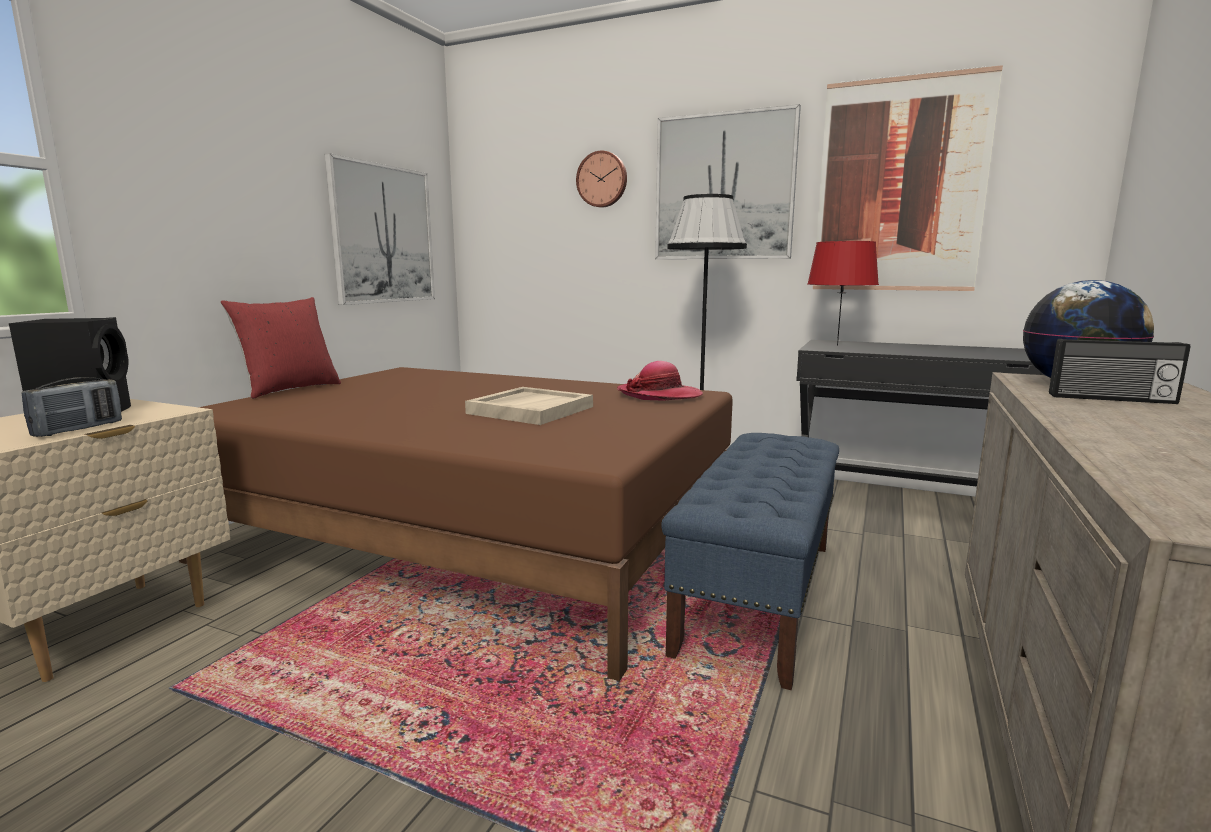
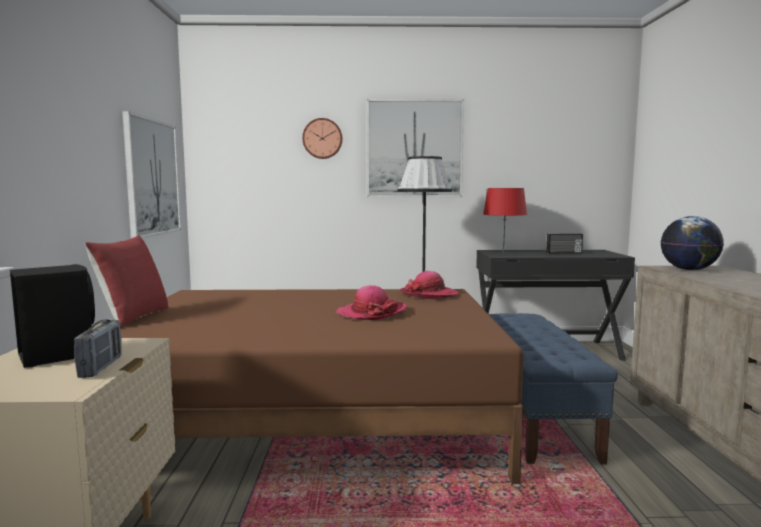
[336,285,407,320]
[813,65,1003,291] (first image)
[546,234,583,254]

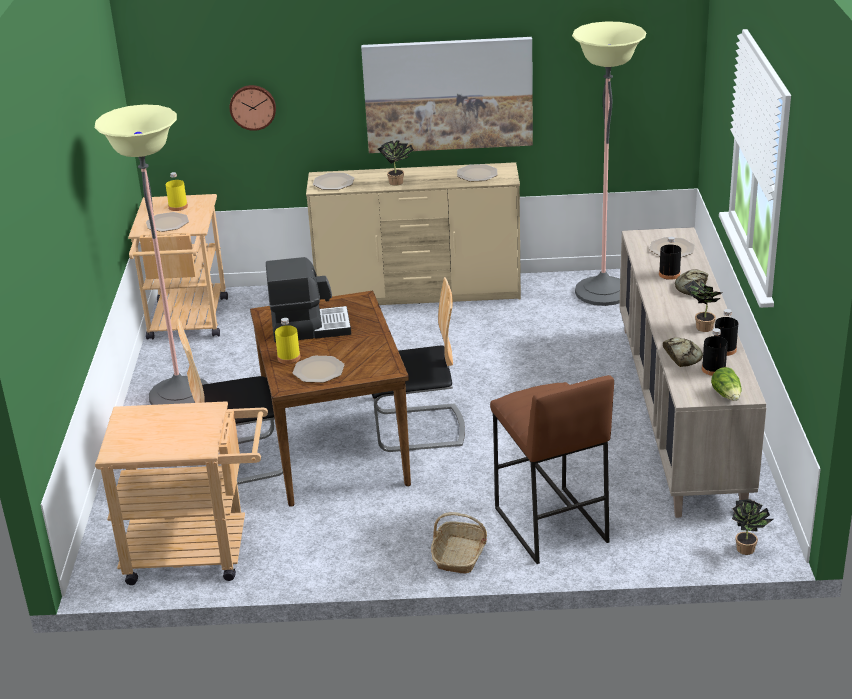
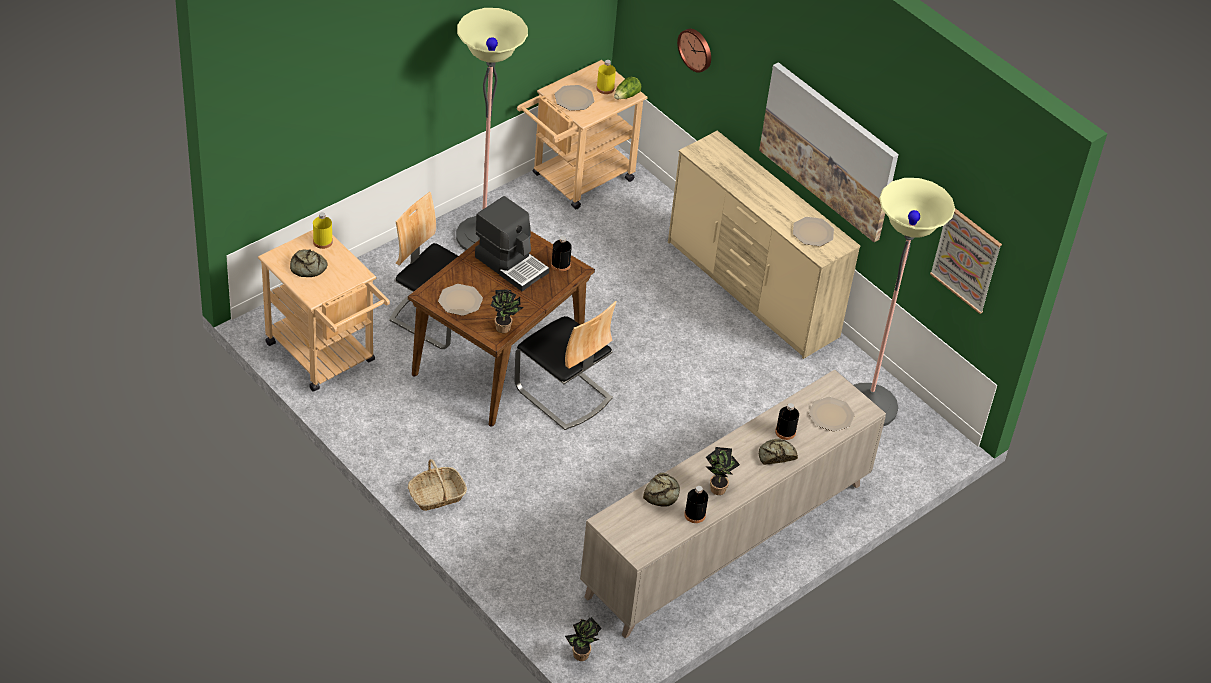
[313,212,333,249]
[313,173,354,190] (first image)
[491,289,524,333]
[490,375,614,564] (first image)
[551,236,572,272]
[614,77,641,99]
[290,249,328,277]
[930,208,1002,314]

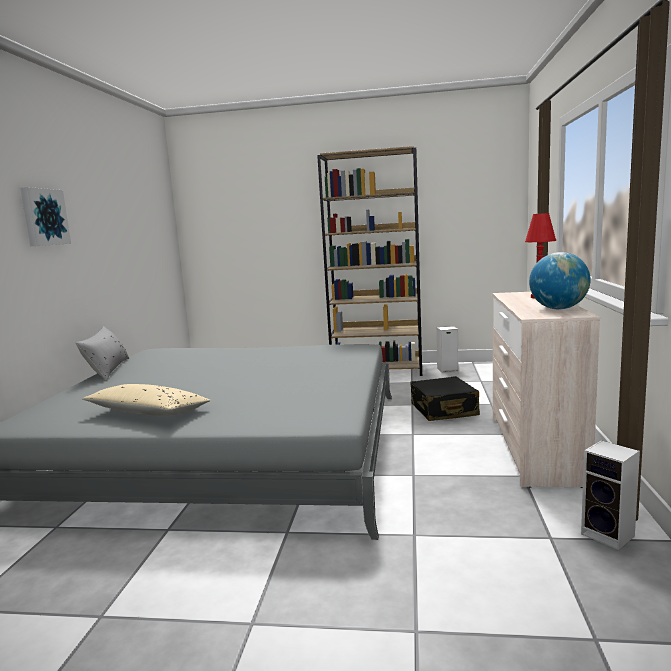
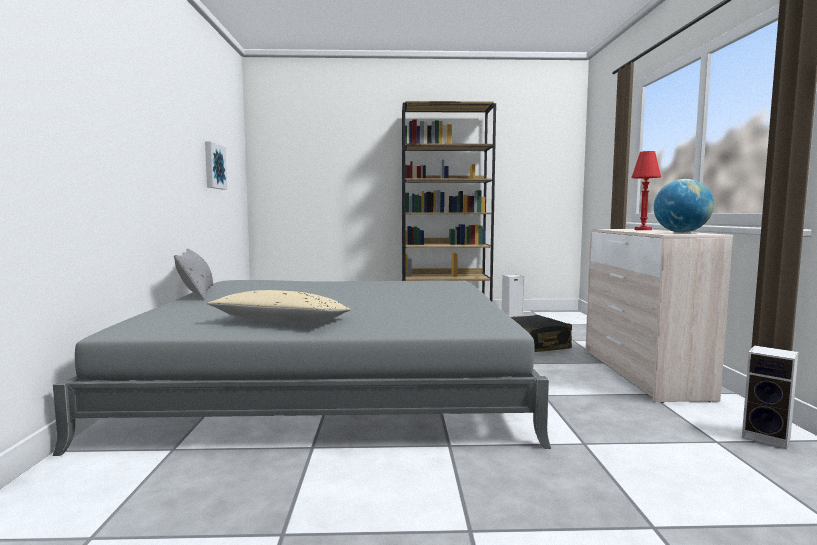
[205,141,227,190]

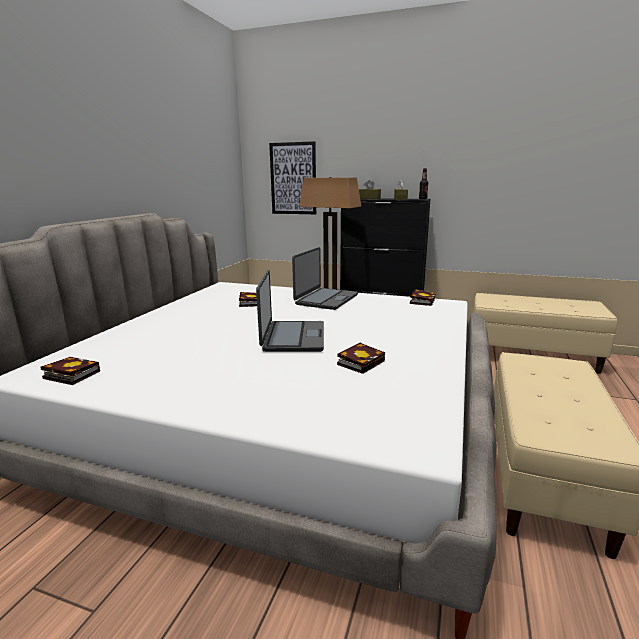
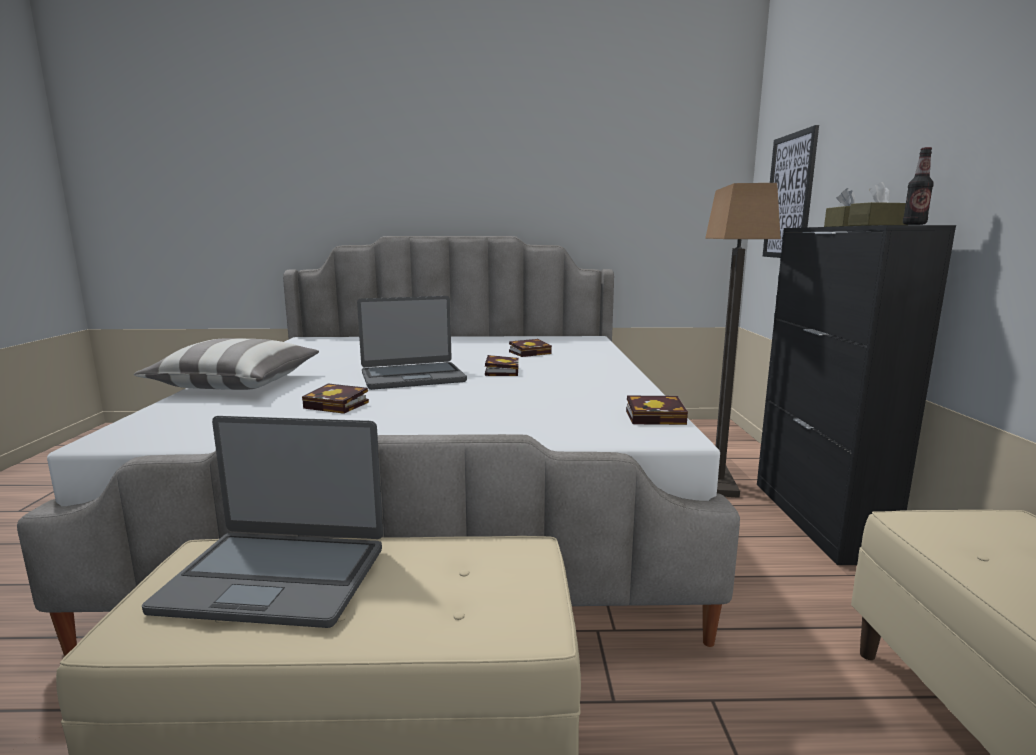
[485,355,519,376]
[142,416,383,628]
[134,338,319,390]

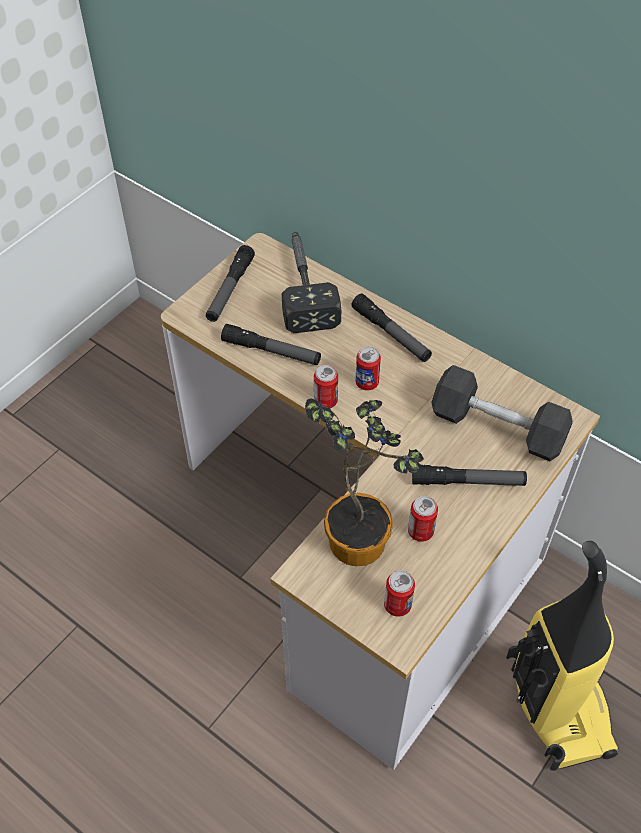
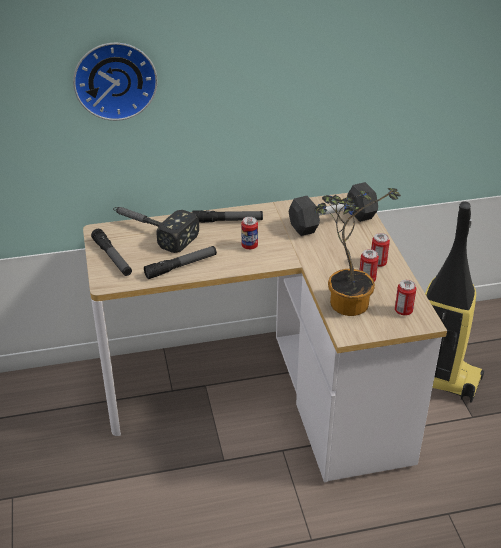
[371,233,390,267]
[412,465,527,486] (first image)
[73,43,158,121]

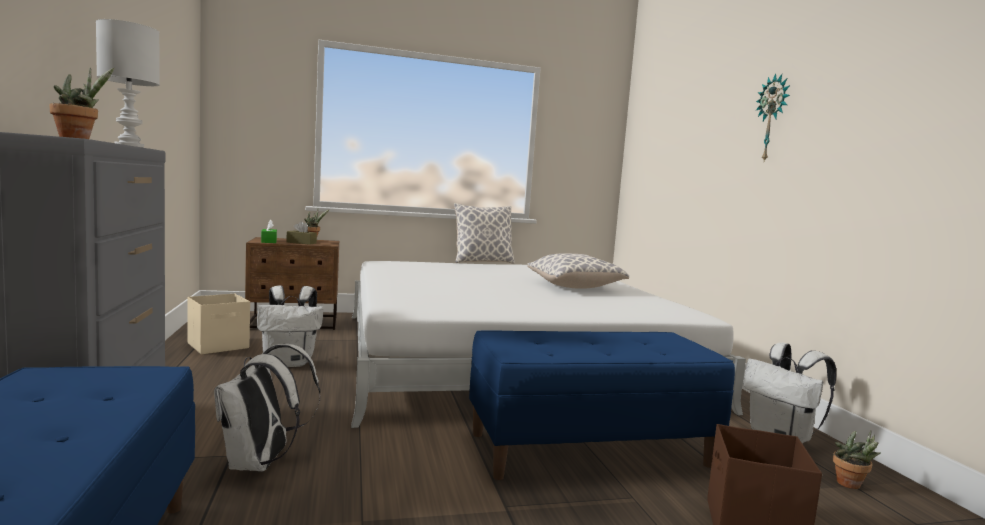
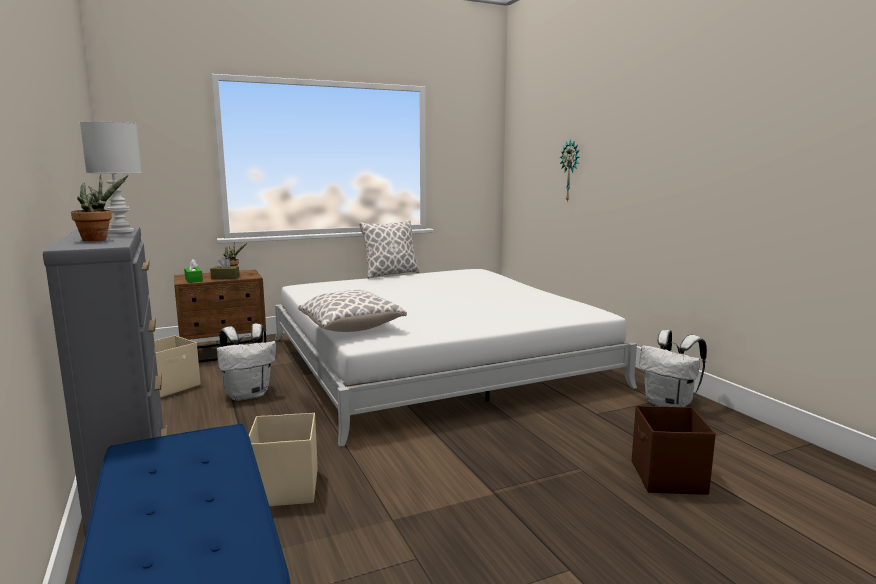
[249,413,318,506]
[469,331,735,480] (first image)
[298,290,407,332]
[559,139,580,202]
[833,430,881,489] (first image)

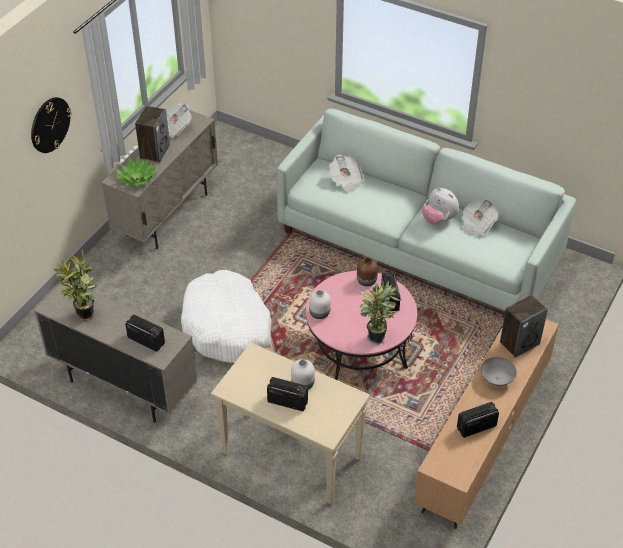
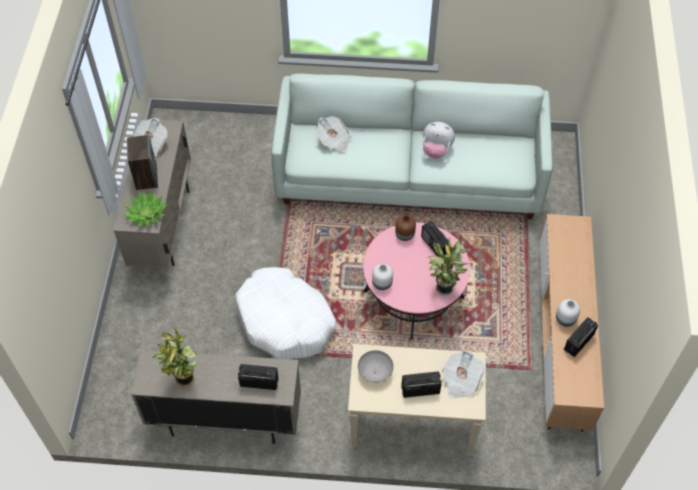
[31,97,72,153] (first image)
[556,299,580,327]
[442,350,485,399]
[358,350,393,383]
[500,295,548,358] (first image)

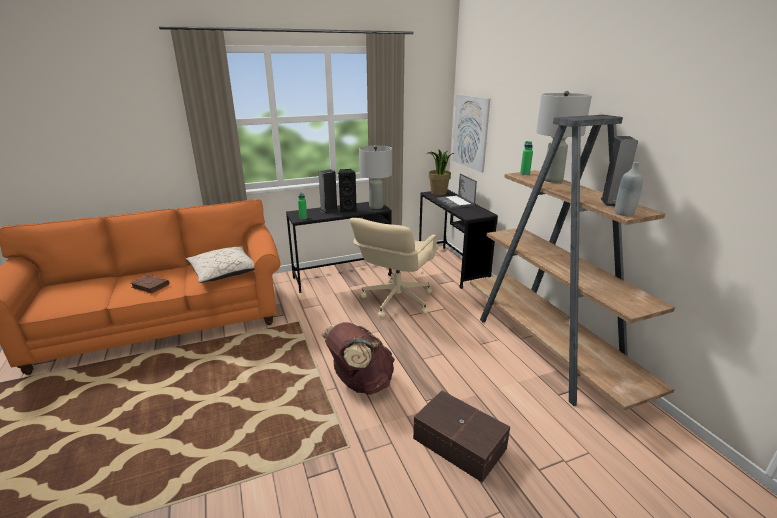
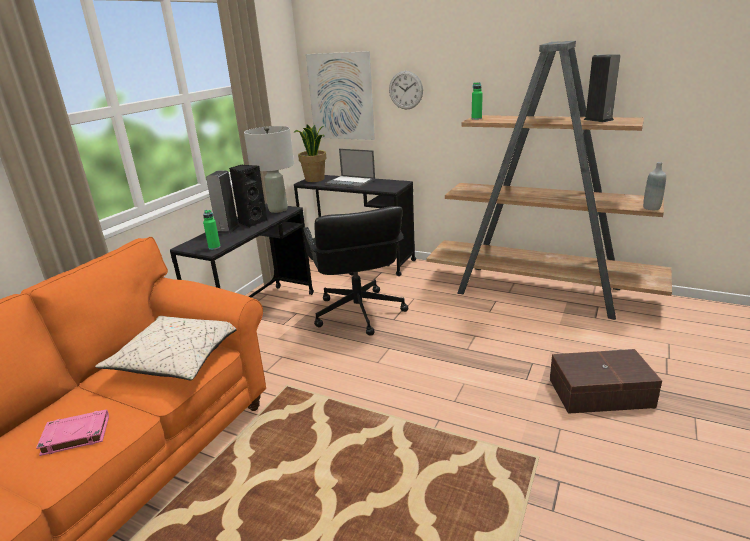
[36,409,109,456]
[322,322,395,395] (first image)
[303,206,408,336]
[536,91,592,183] (first image)
[643,162,666,210]
[389,71,423,110]

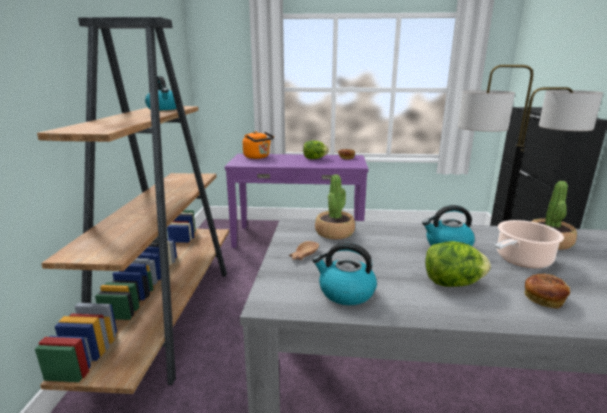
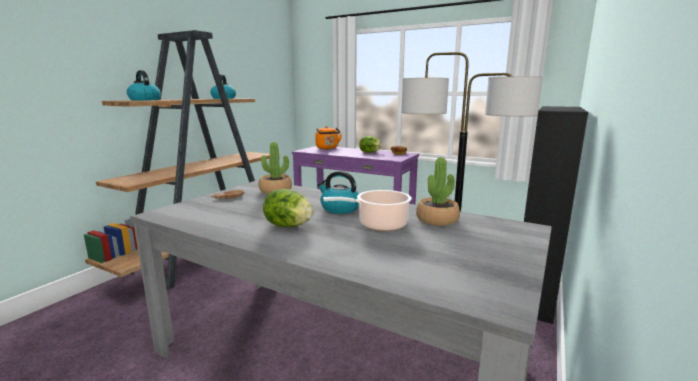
[127,70,161,101]
[524,274,570,309] (first image)

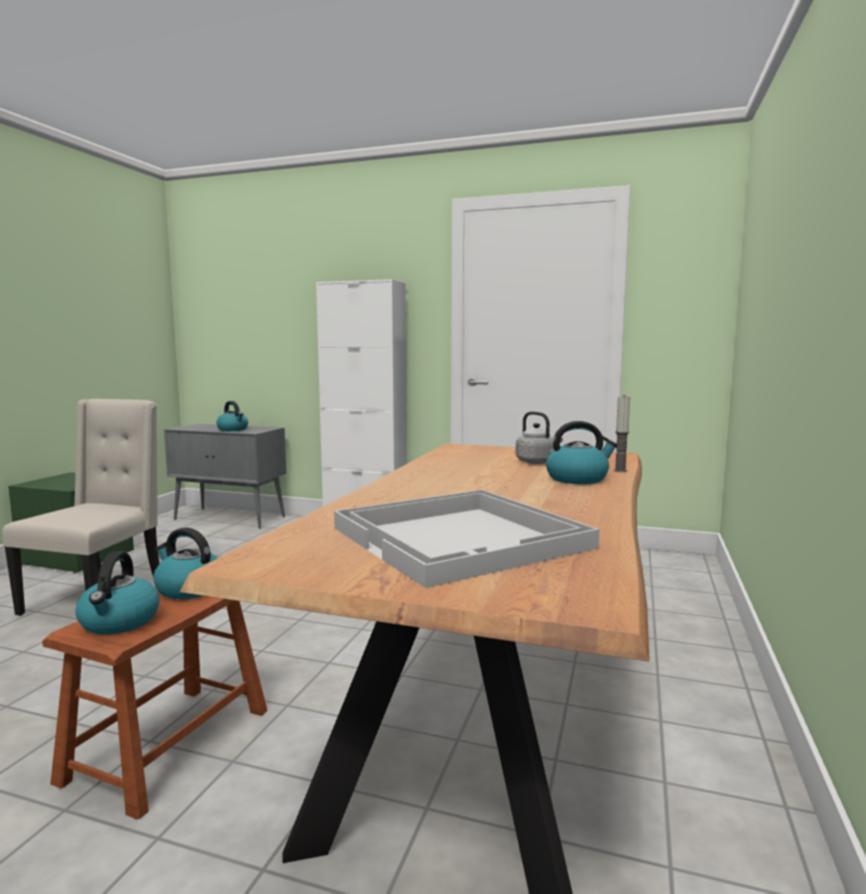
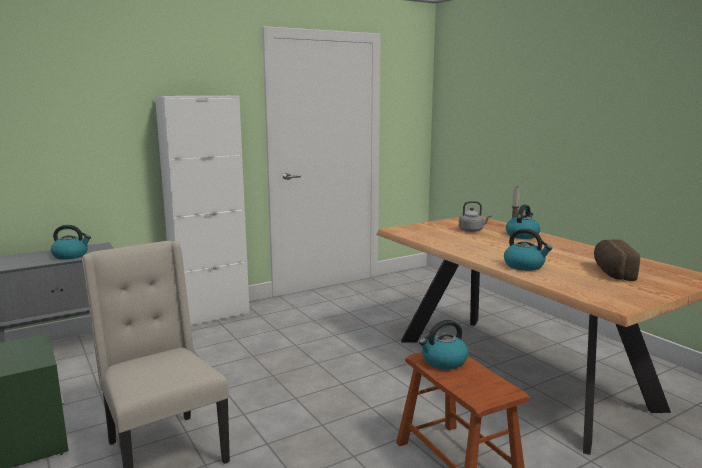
[504,229,552,271]
[594,239,640,281]

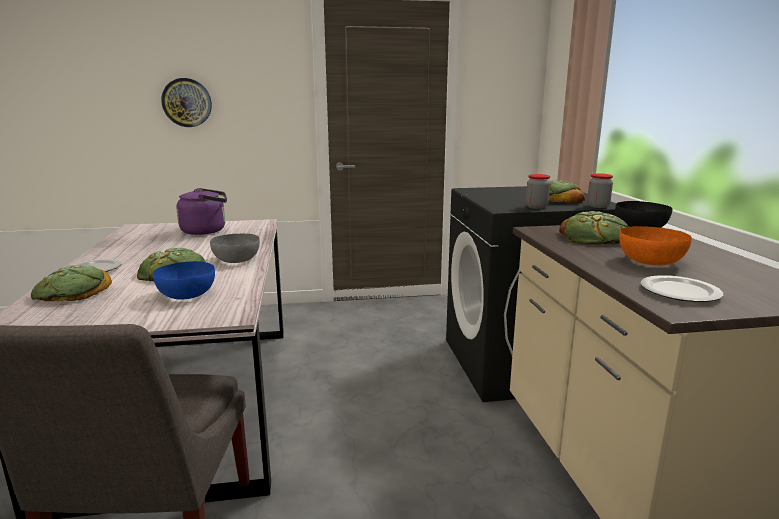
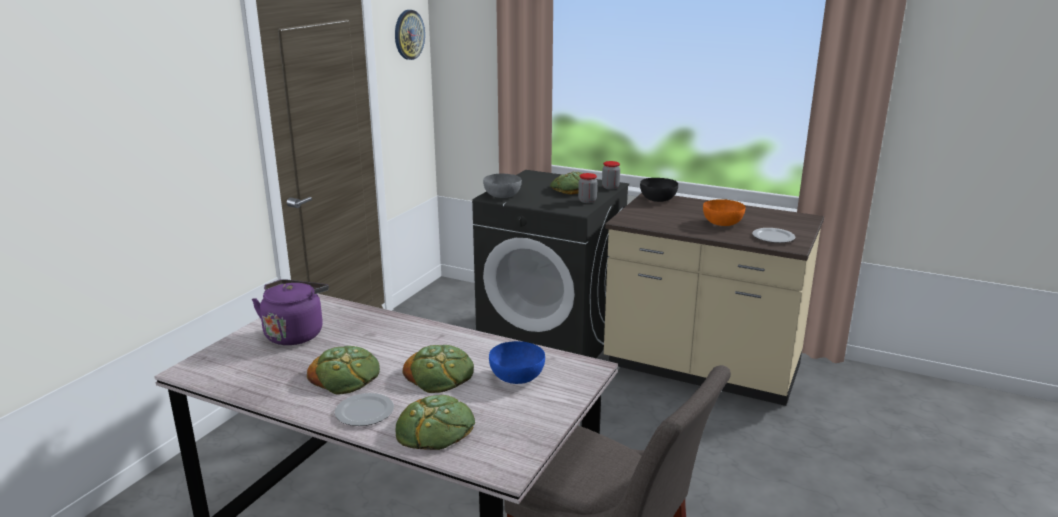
[395,10,425,60]
[483,174,522,198]
[307,346,380,395]

